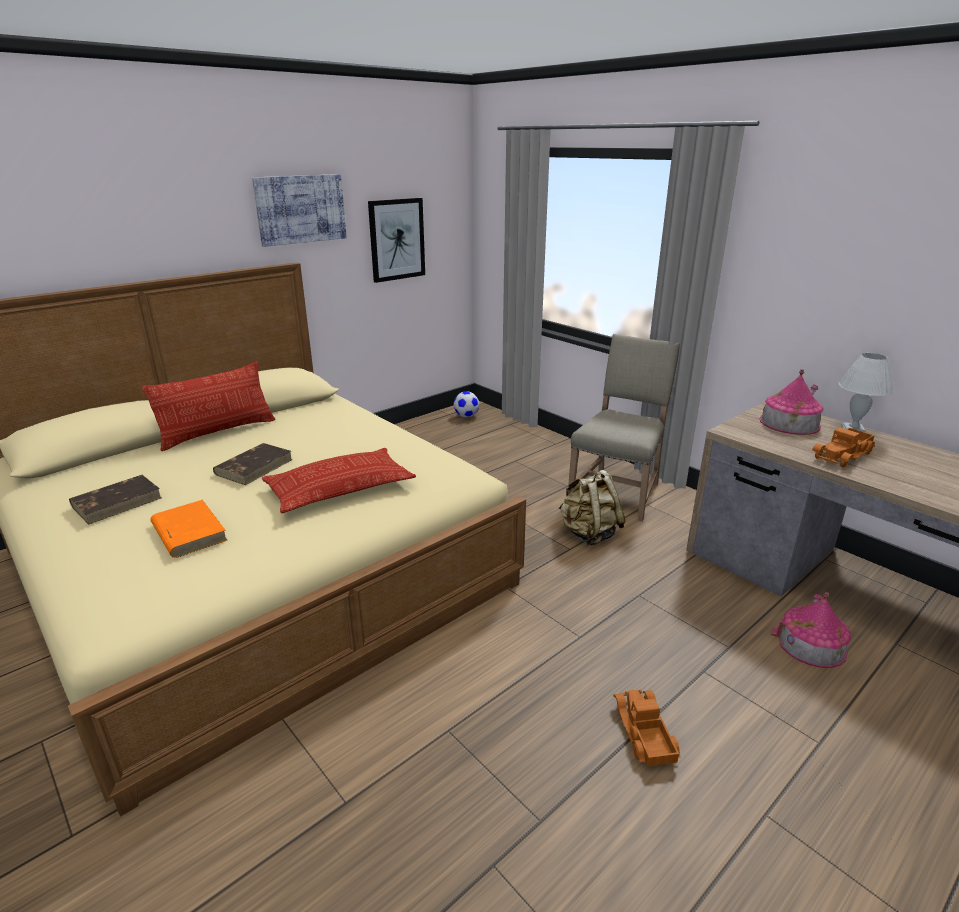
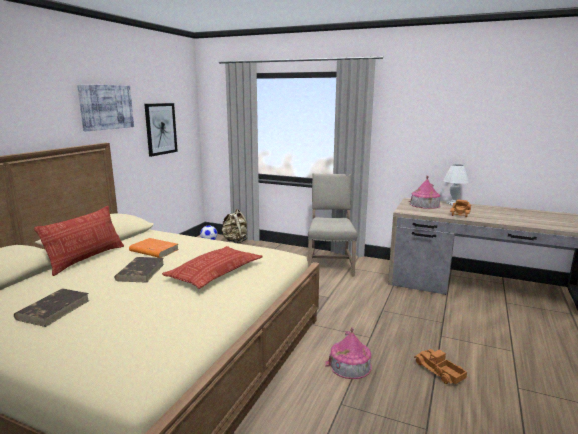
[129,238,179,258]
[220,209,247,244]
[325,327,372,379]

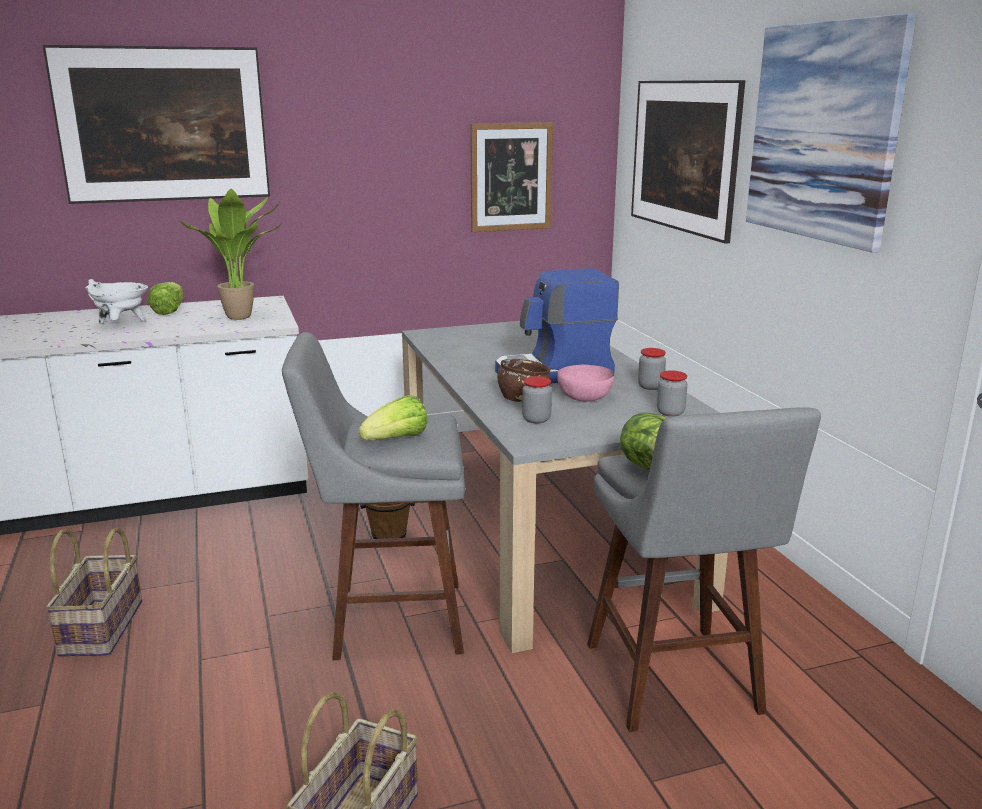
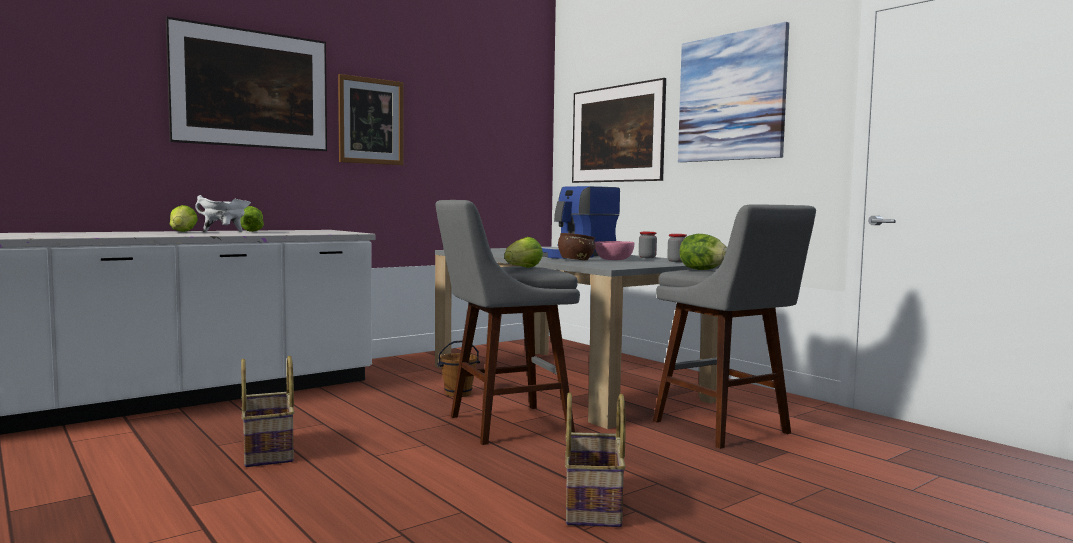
[180,189,282,320] (first image)
[338,74,404,165]
[522,376,552,423] (first image)
[170,205,198,232]

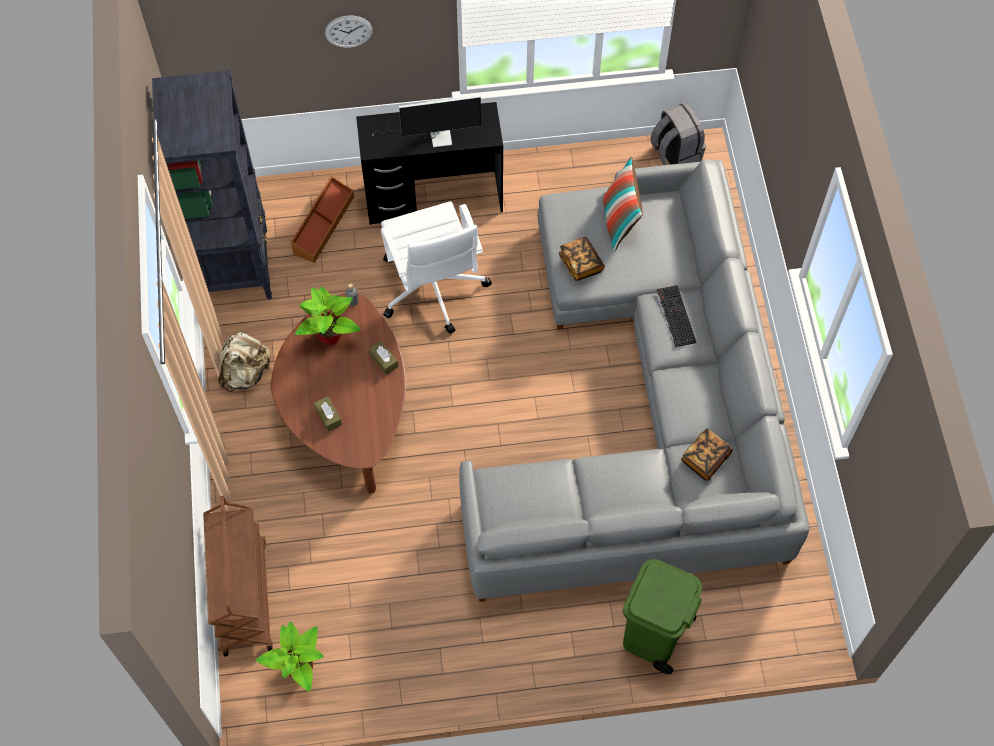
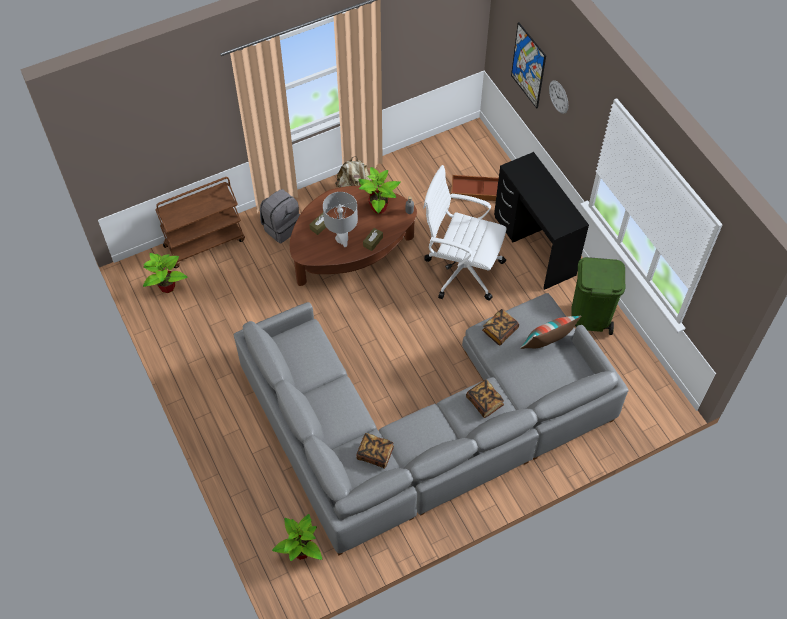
[152,70,272,300] (first image)
[372,95,481,147] (first image)
[423,165,506,301]
[571,257,625,335]
[260,189,300,243]
[466,379,504,418]
[272,514,322,561]
[323,192,358,247]
[511,22,546,108]

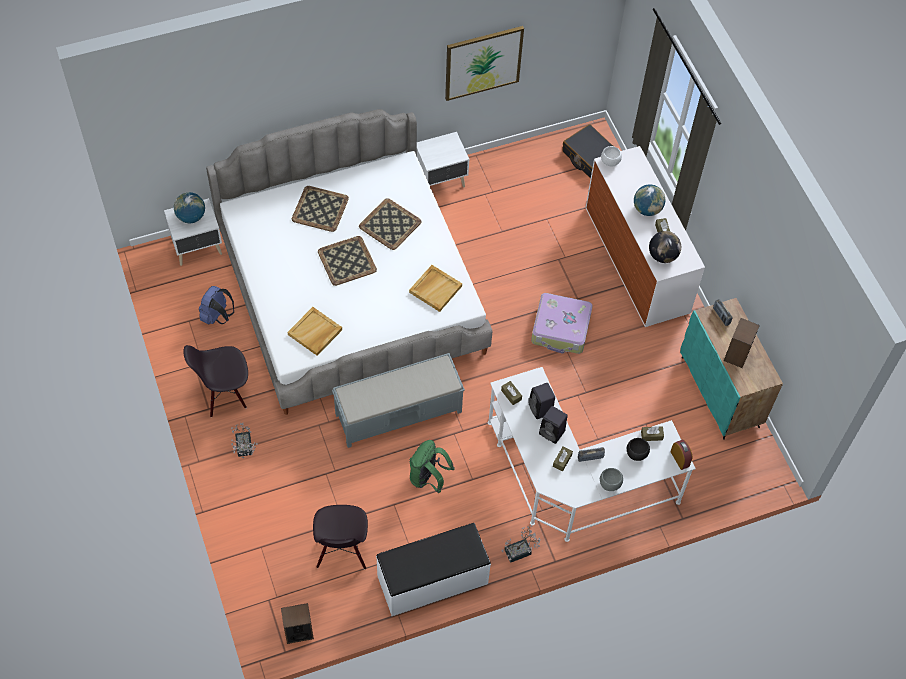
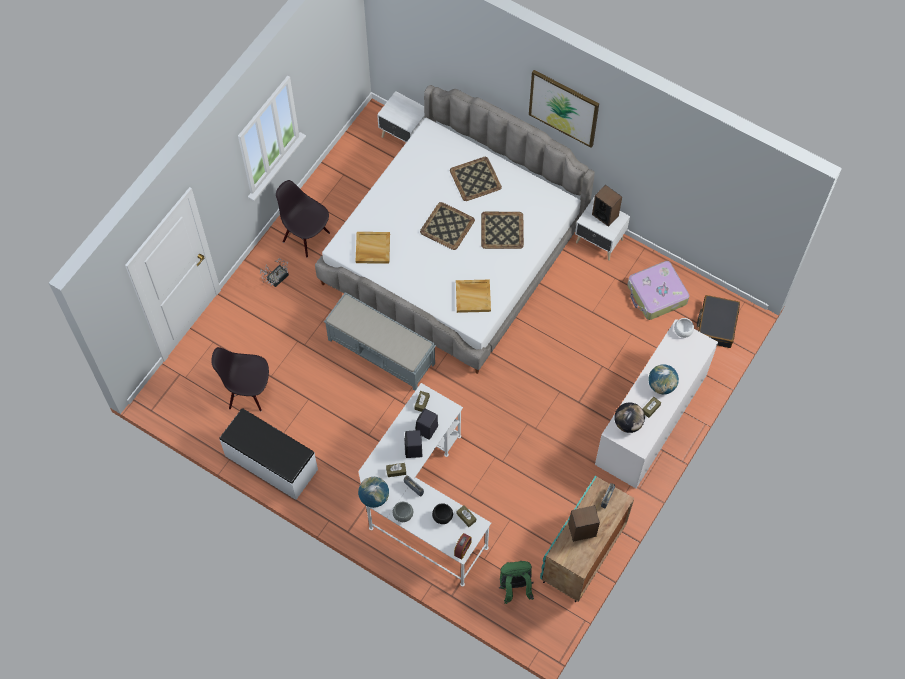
[358,477,389,508]
[199,286,234,324] (first image)
[592,185,622,227]
[212,347,269,412]
[498,561,534,604]
[529,70,599,148]
[502,525,540,563] (first image)
[627,261,689,320]

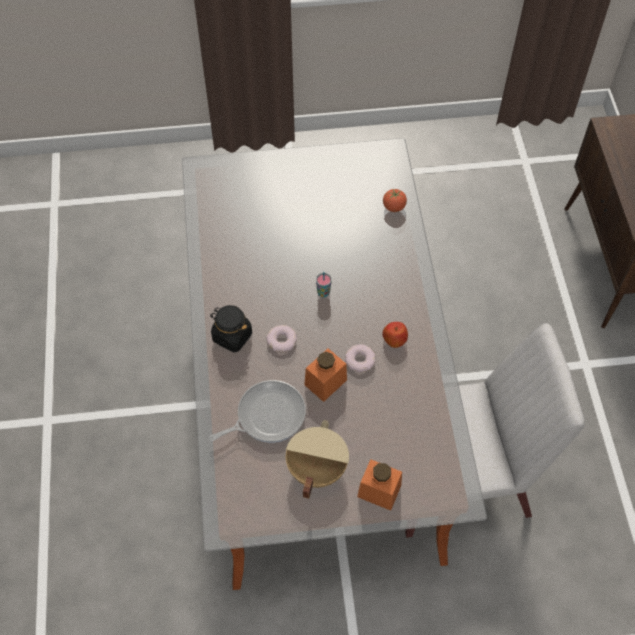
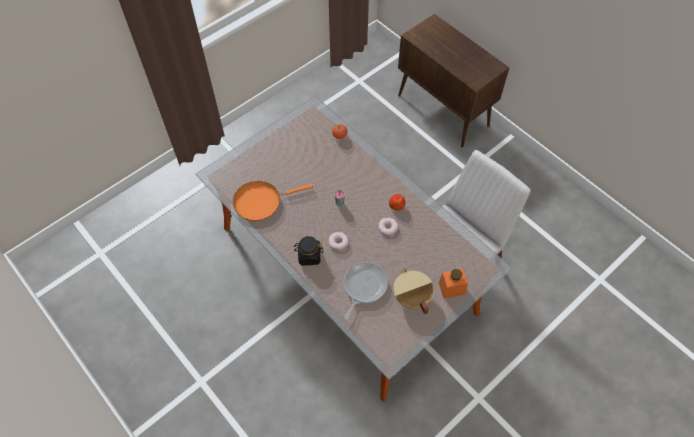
[304,349,347,402] (first image)
[233,181,313,221]

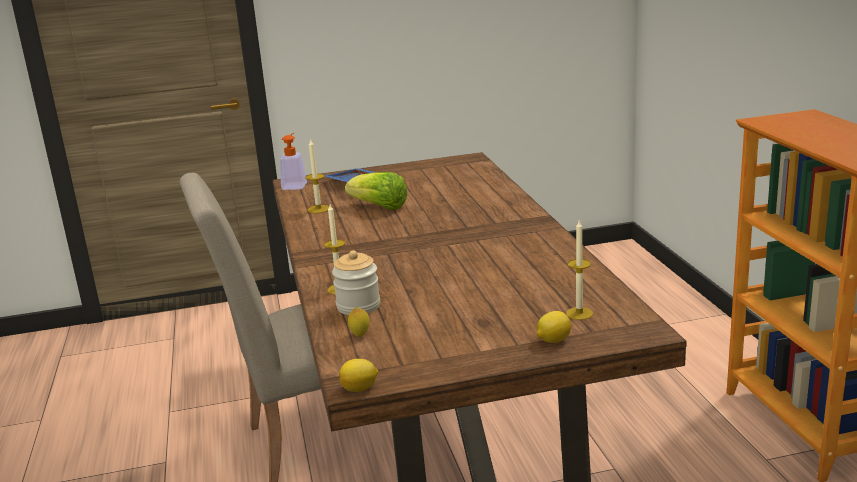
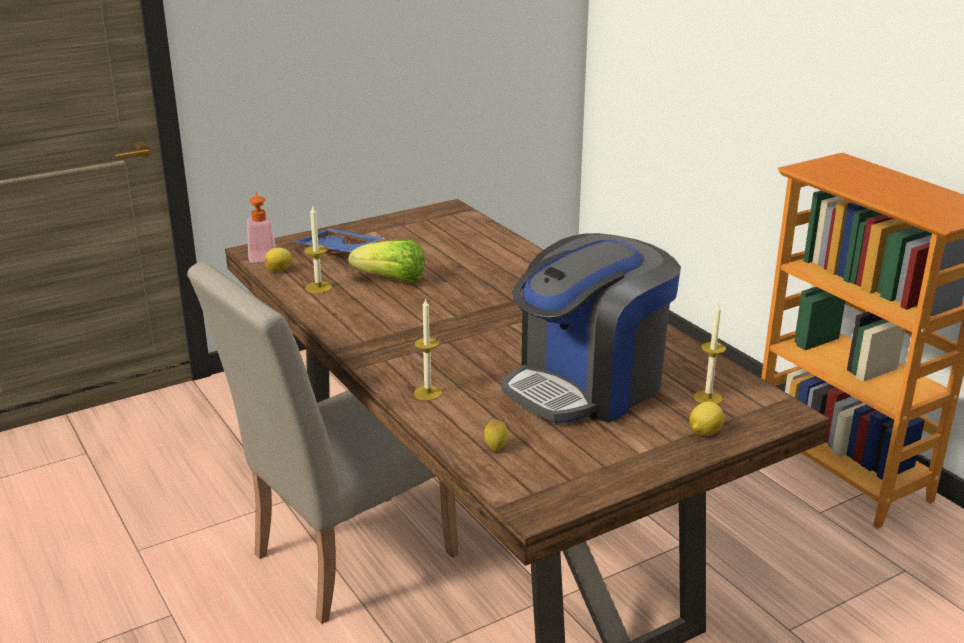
[332,250,380,315] (first image)
[265,248,293,272]
[501,233,681,423]

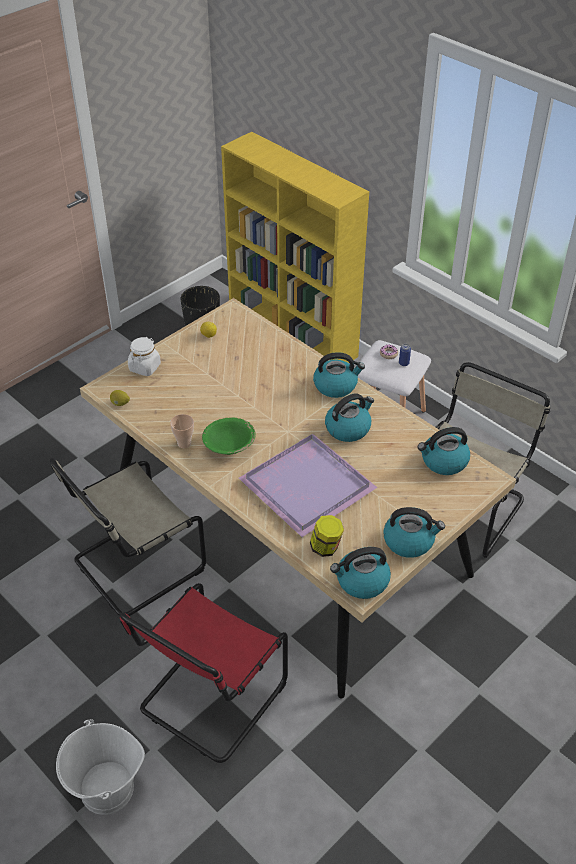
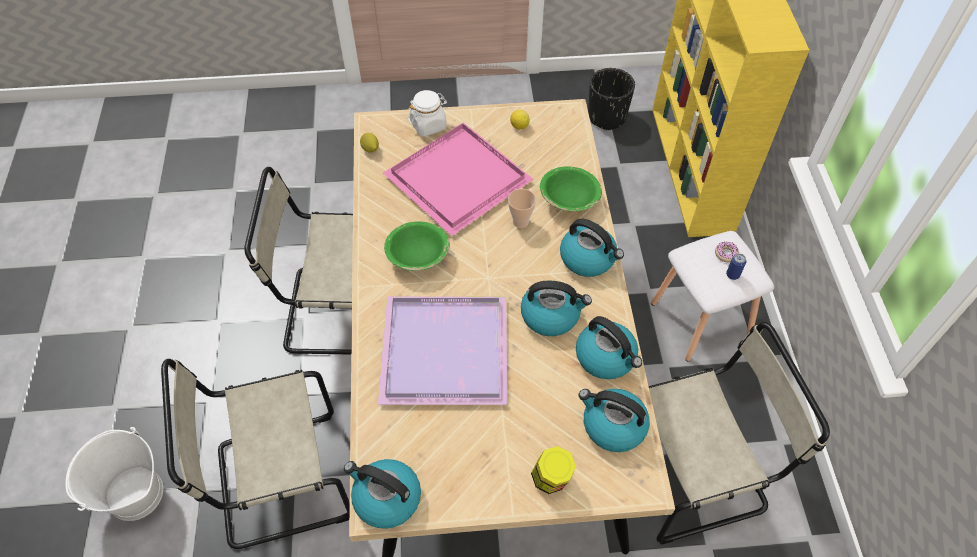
[161,359,350,549]
[508,189,536,228]
[531,446,576,494]
[576,316,642,379]
[383,122,533,236]
[540,166,602,212]

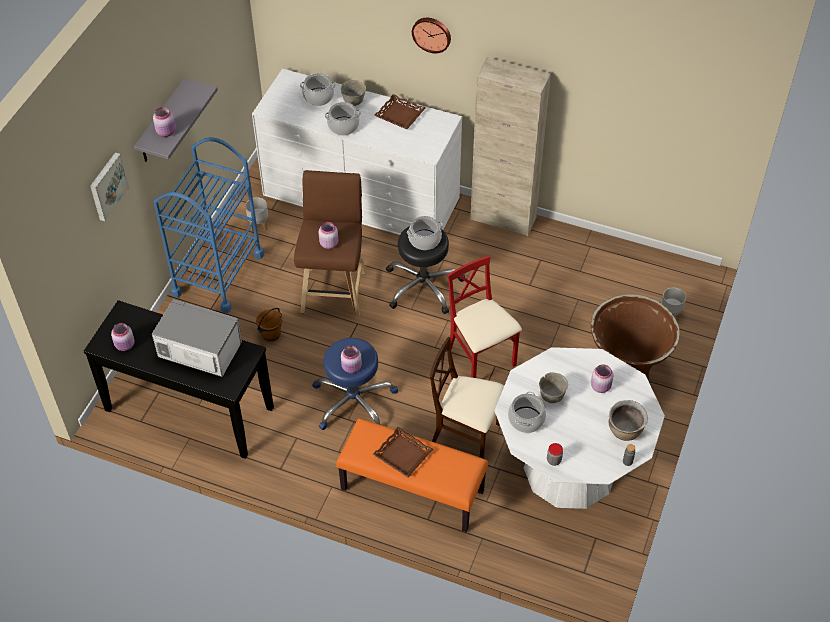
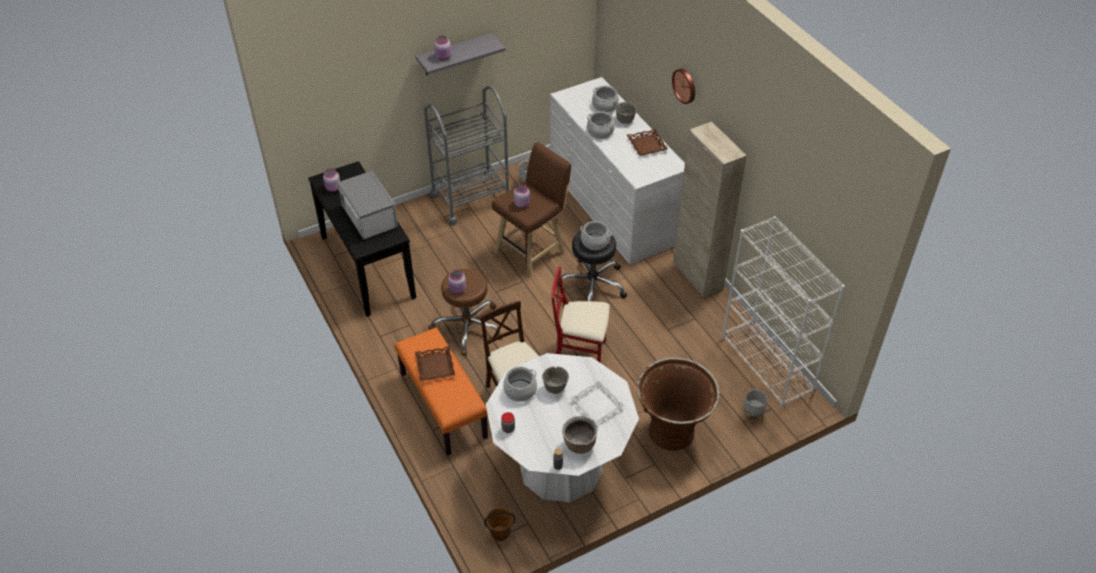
[90,152,129,221] (first image)
[424,86,509,225]
[484,507,515,541]
[429,269,502,356]
[551,266,610,363]
[570,380,625,424]
[722,216,845,408]

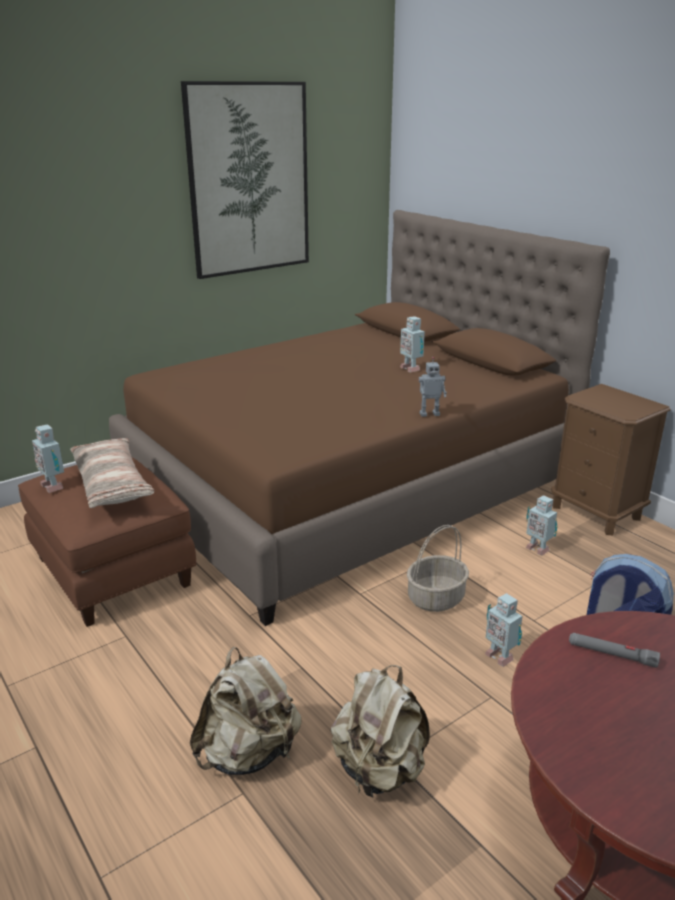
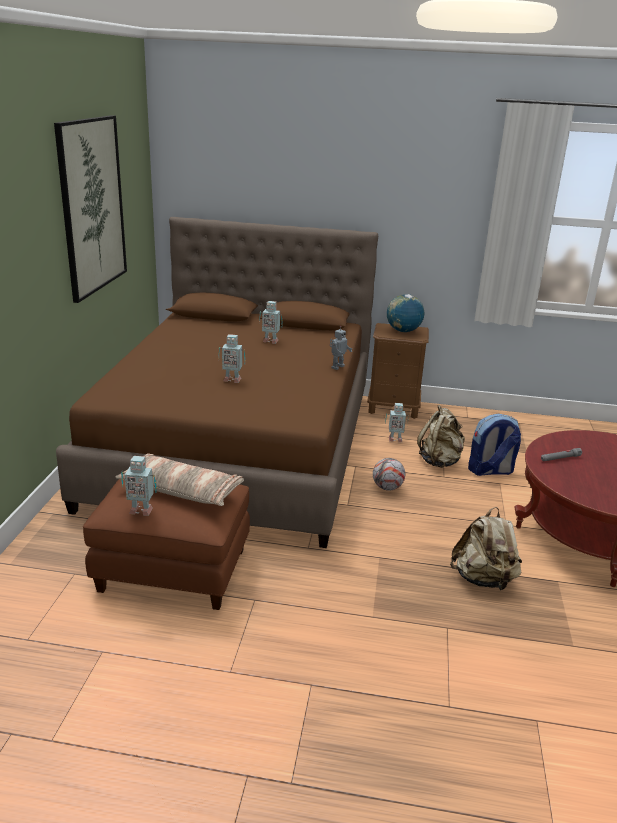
[417,405,465,468]
[373,458,405,491]
[218,334,246,383]
[387,294,424,332]

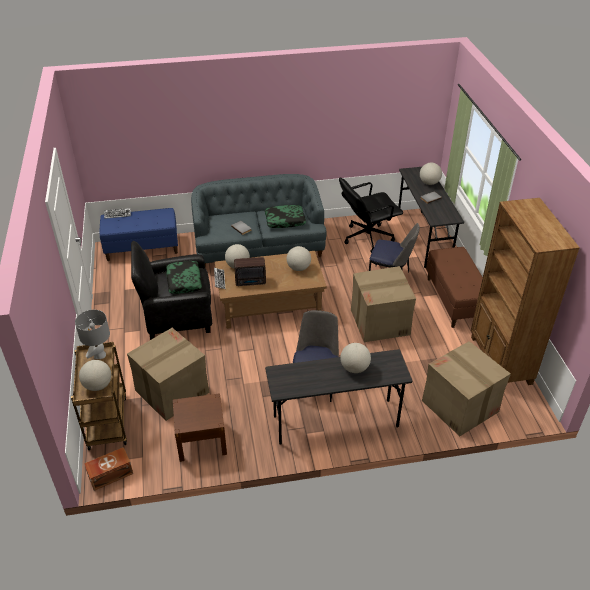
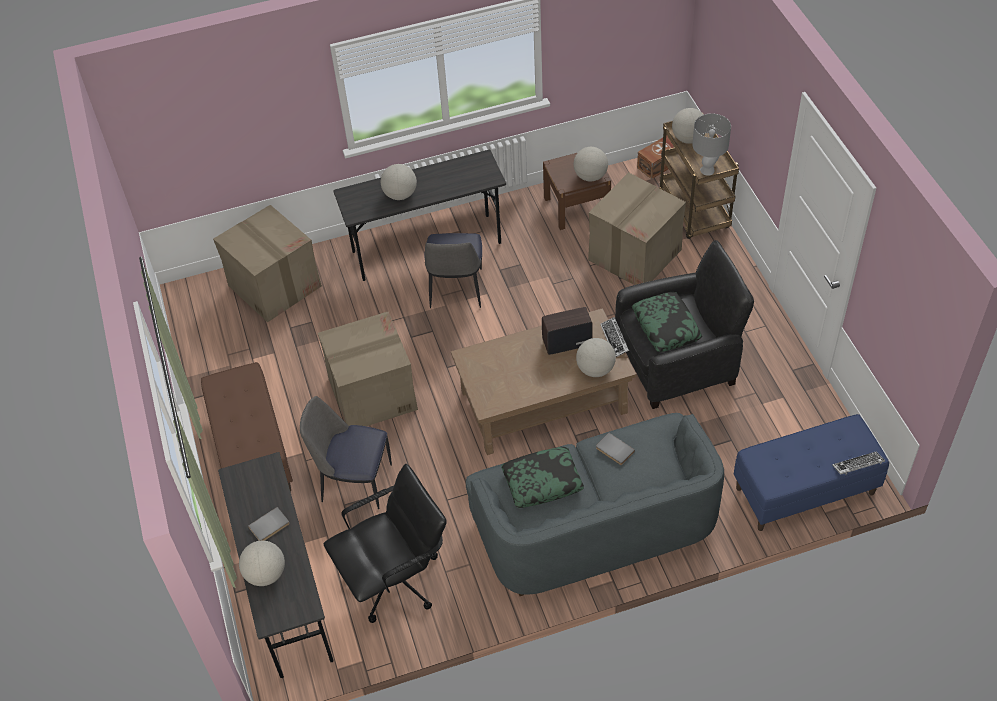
[573,147,608,182]
[471,198,580,385] (first image)

